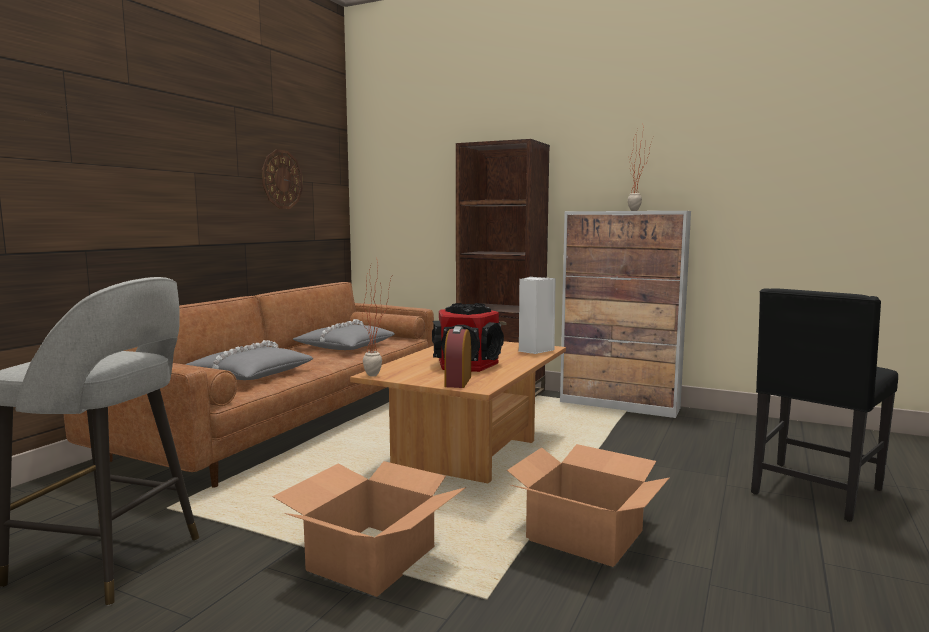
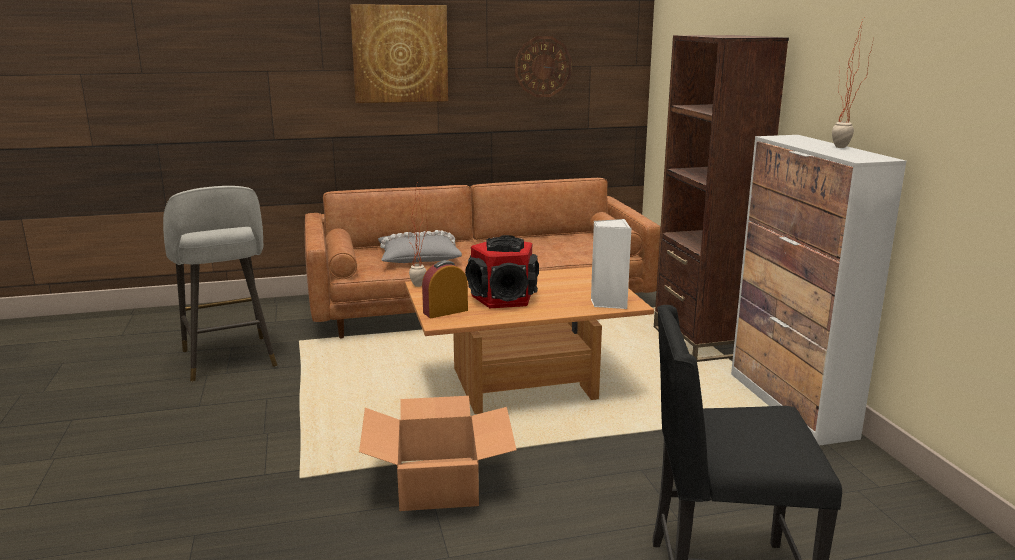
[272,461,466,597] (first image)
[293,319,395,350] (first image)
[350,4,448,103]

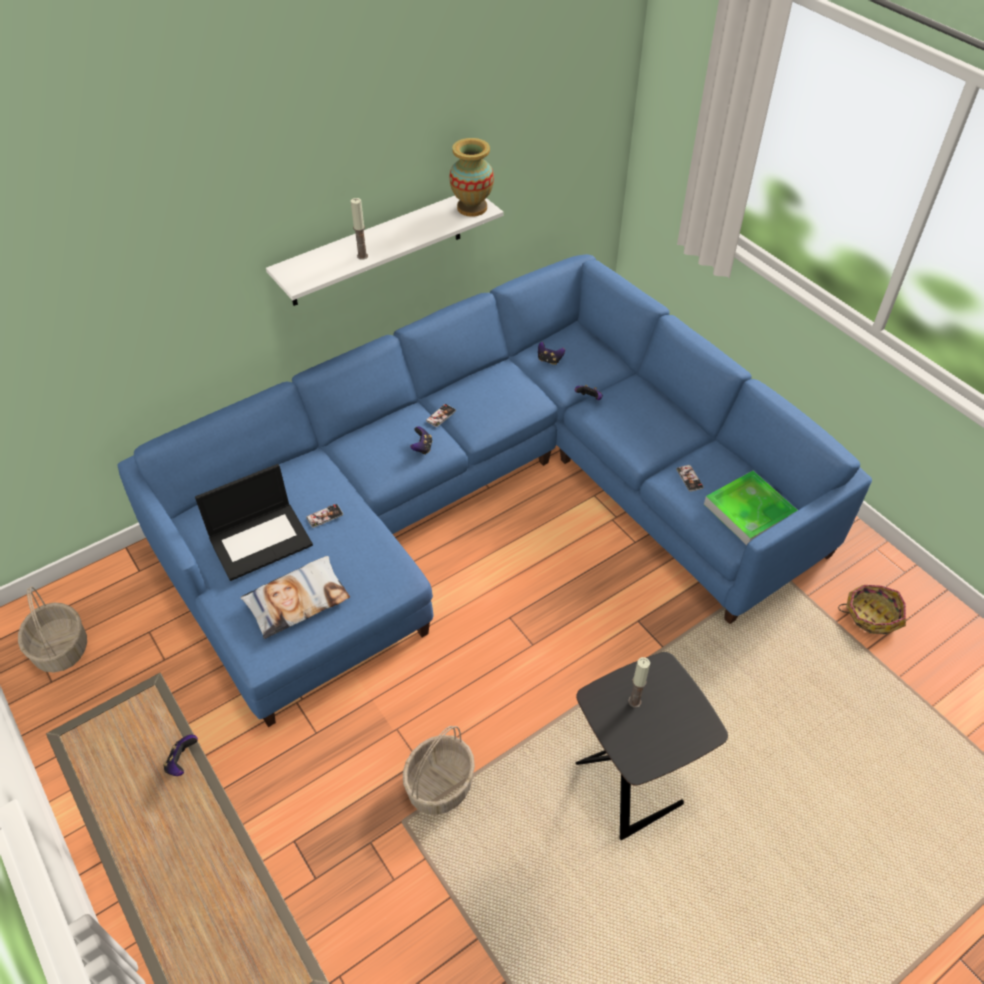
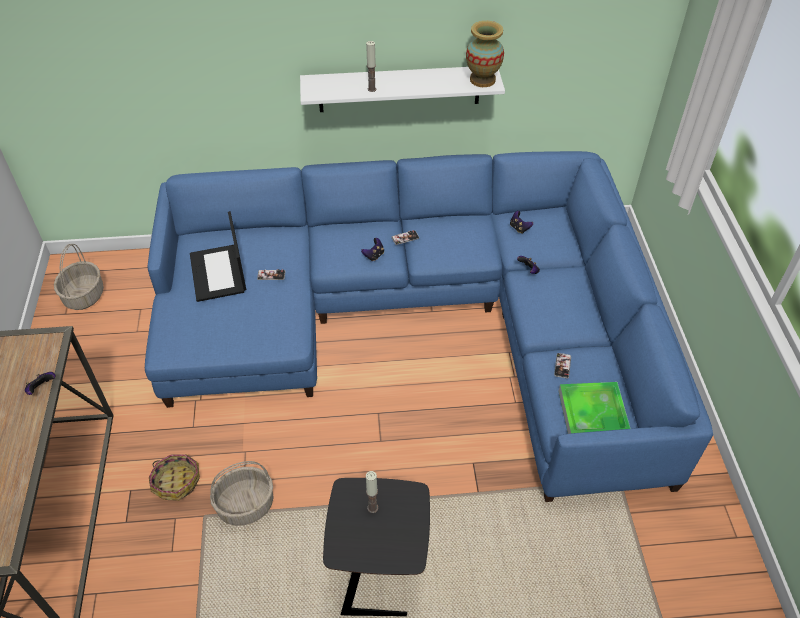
[190,211,246,302]
[240,556,350,639] (first image)
[149,454,200,501]

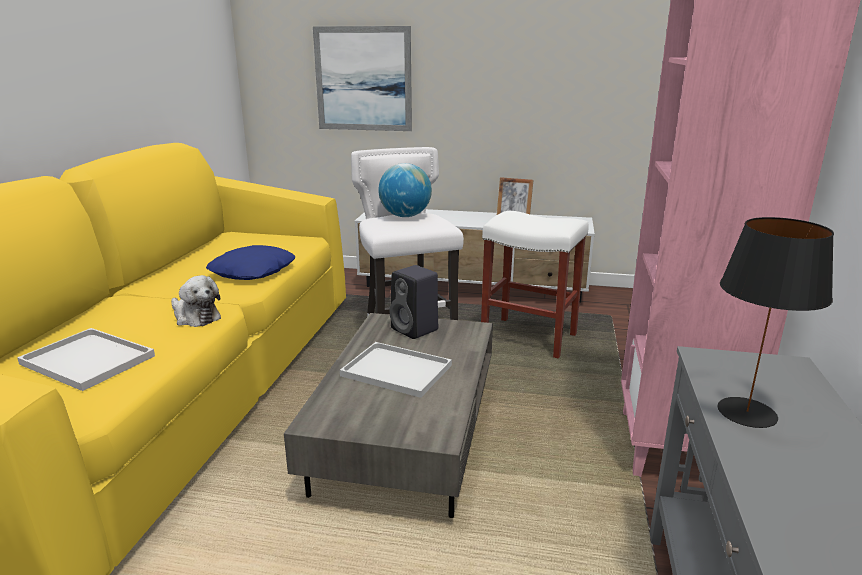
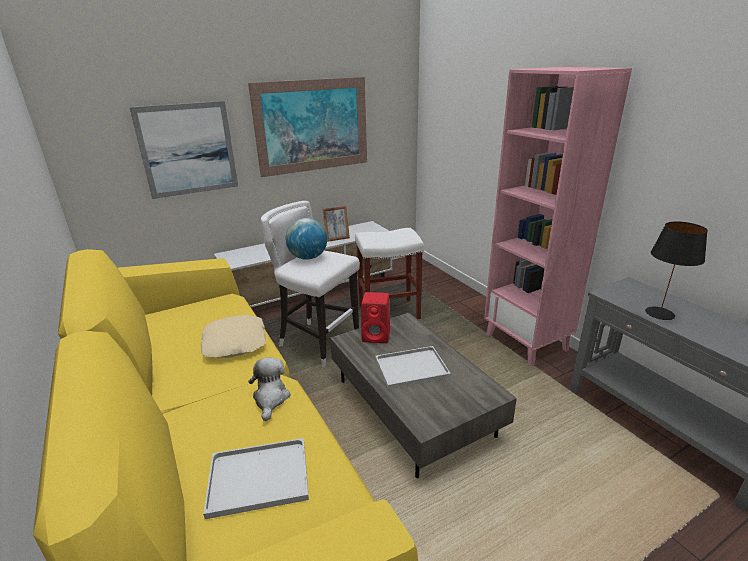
[248,357,290,421]
[201,315,266,358]
[361,292,390,343]
[248,77,367,177]

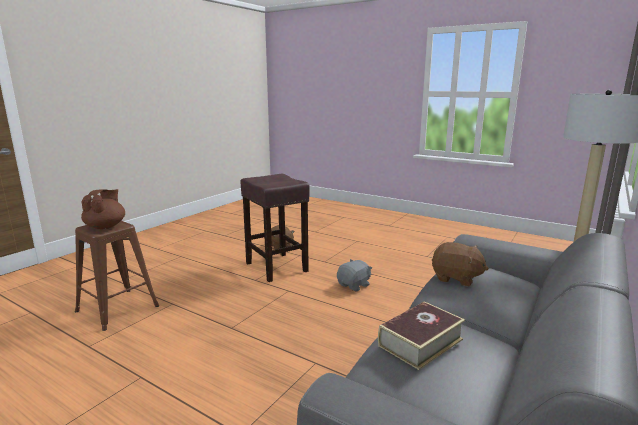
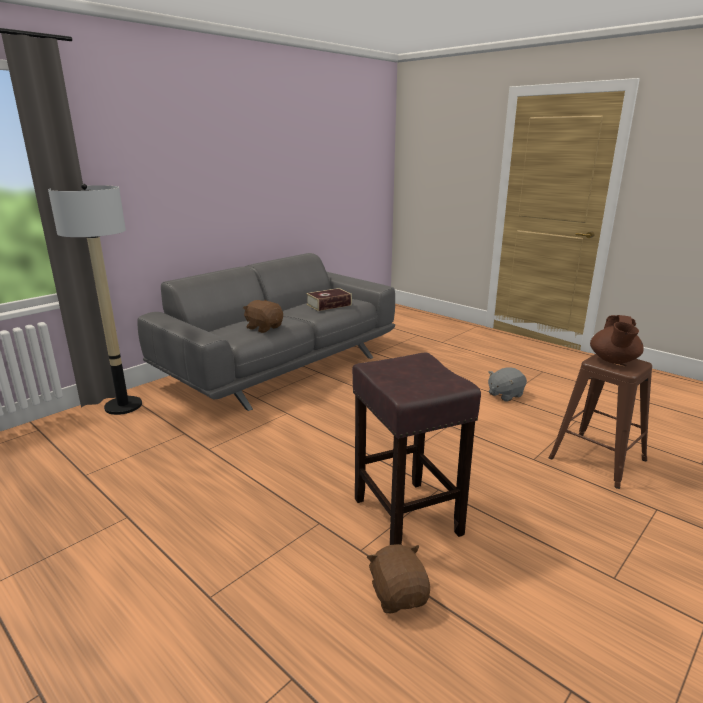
[488,367,527,402]

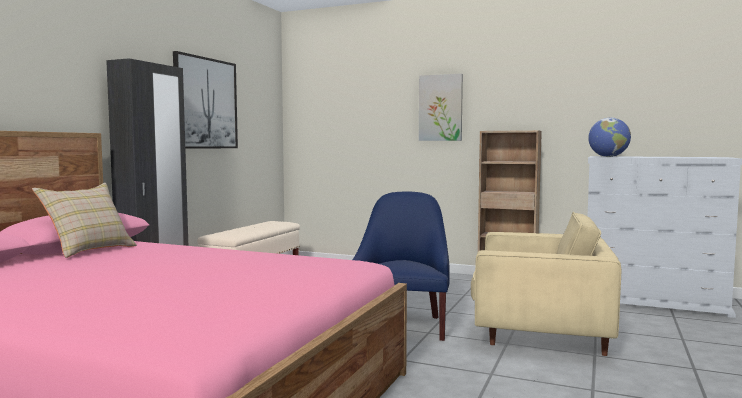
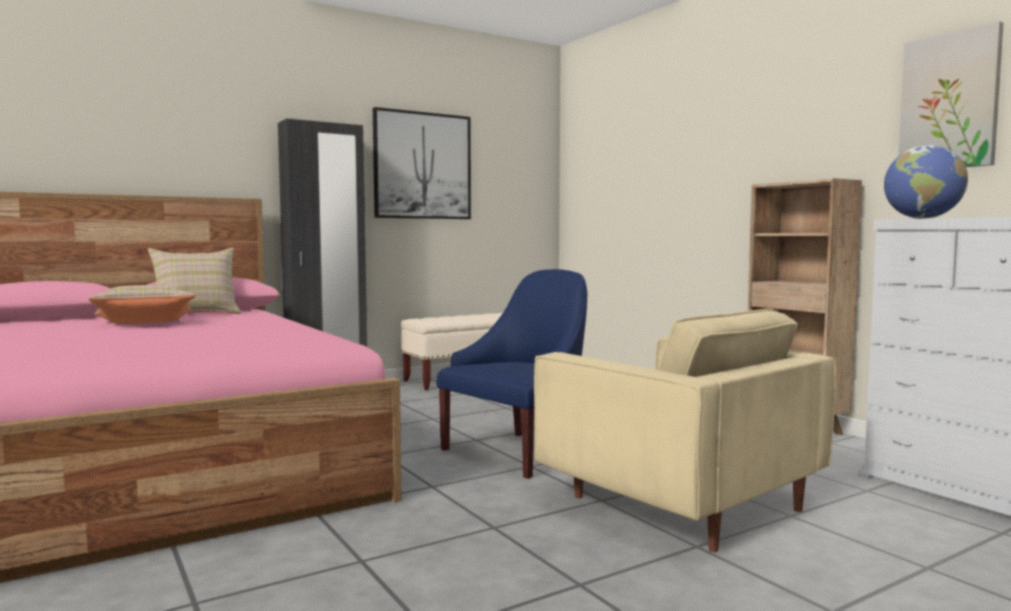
[899,21,1003,167]
[88,285,196,324]

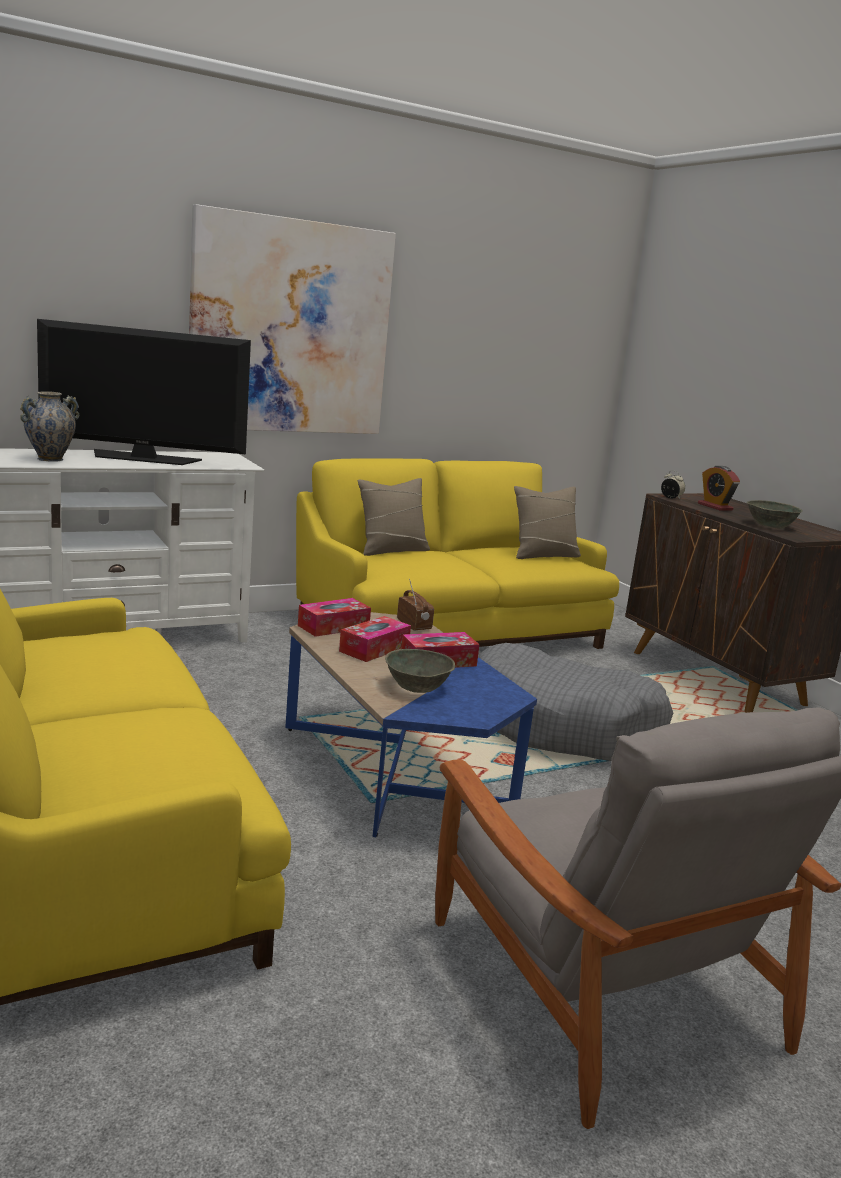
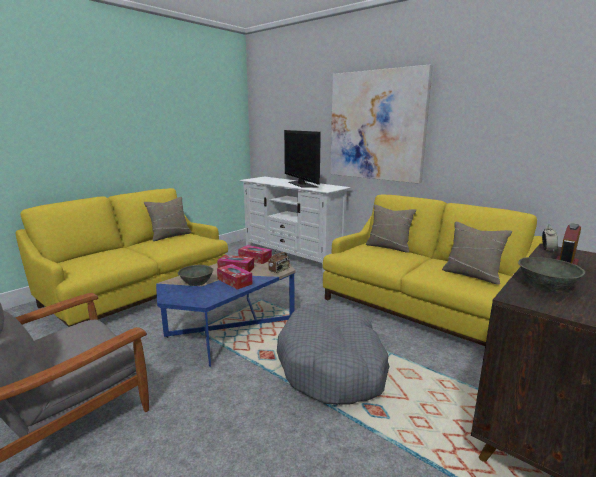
[20,391,79,462] (first image)
[144,197,192,241]

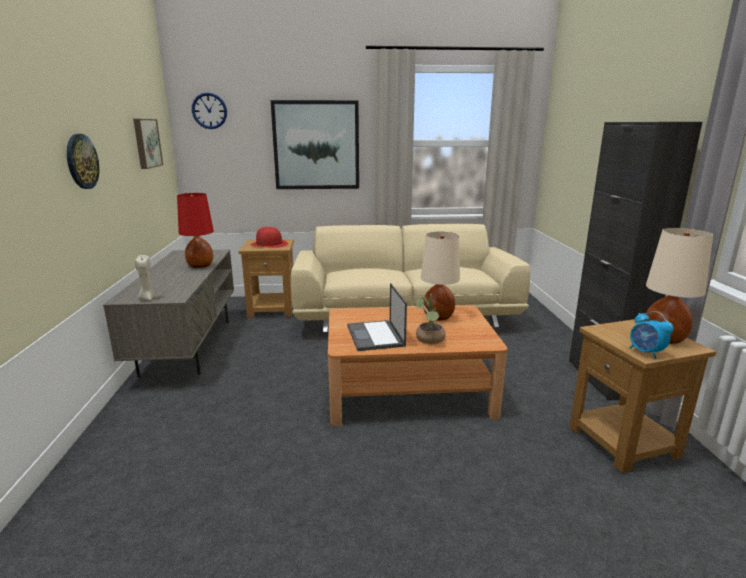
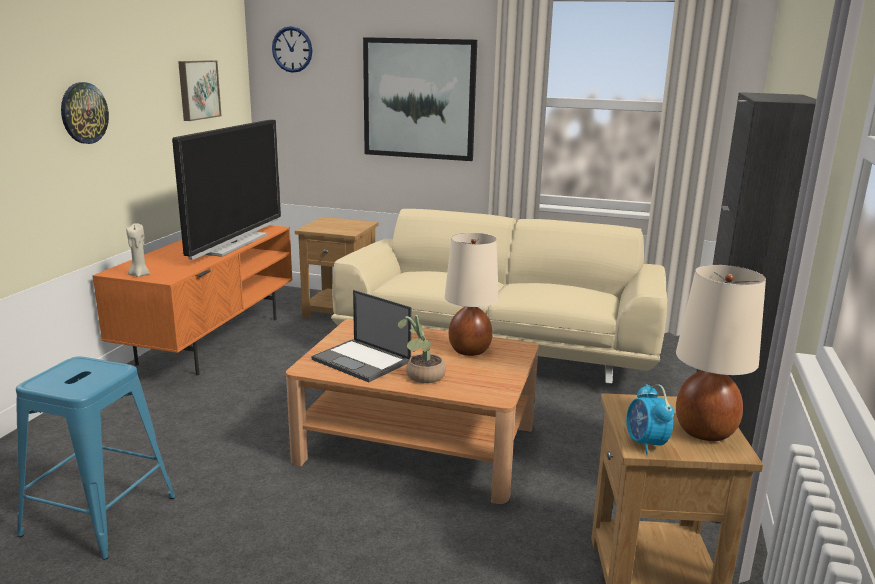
[92,225,292,375]
[172,120,281,260]
[251,227,288,248] (first image)
[312,290,412,382]
[16,356,175,560]

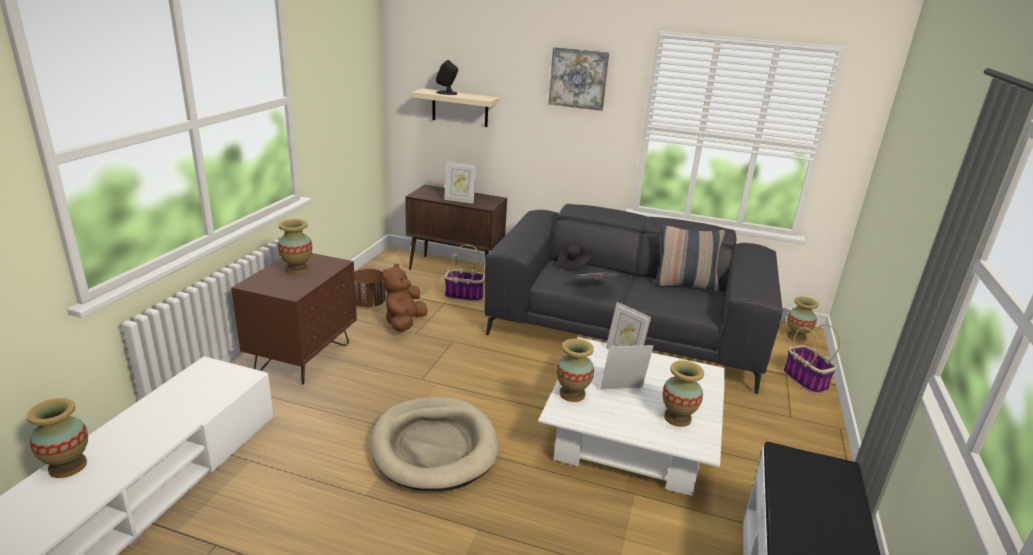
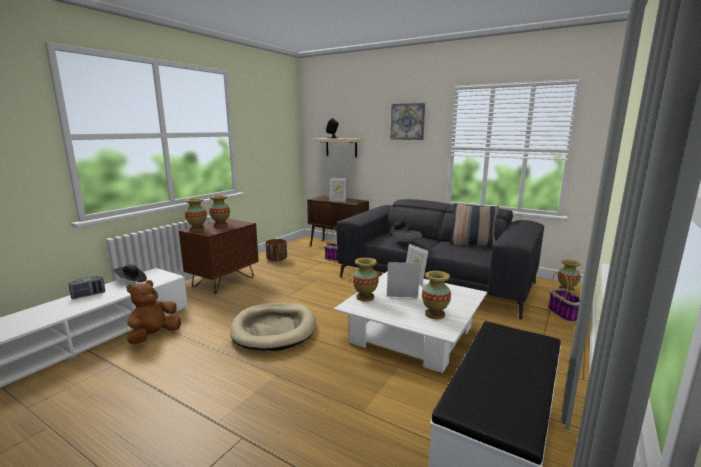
[185,198,207,231]
[127,280,181,344]
[68,276,105,299]
[114,264,147,282]

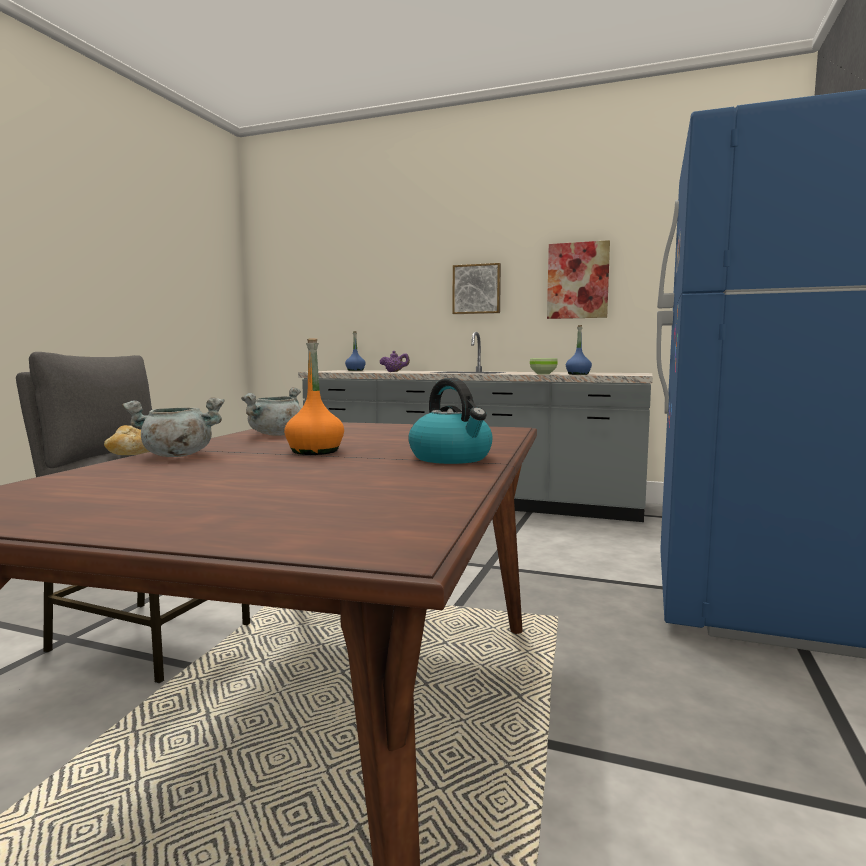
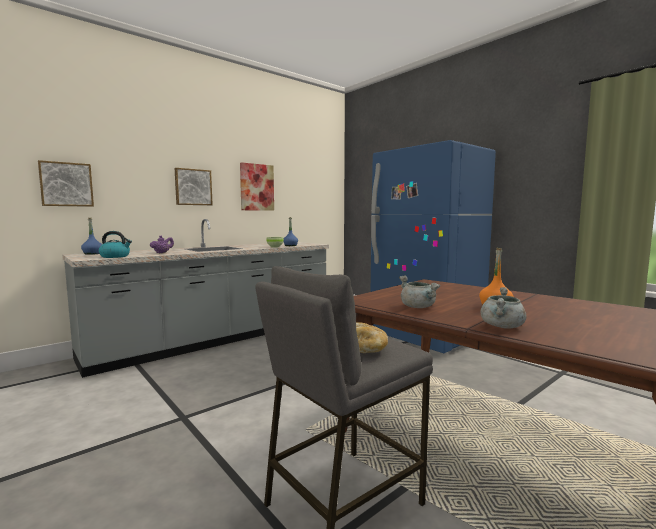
[99,231,132,258]
[38,160,94,207]

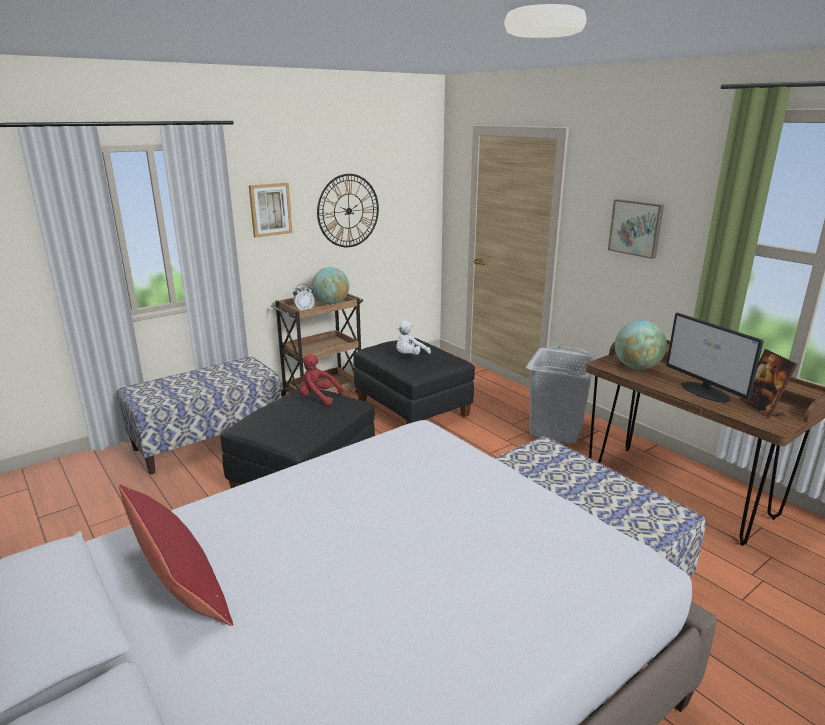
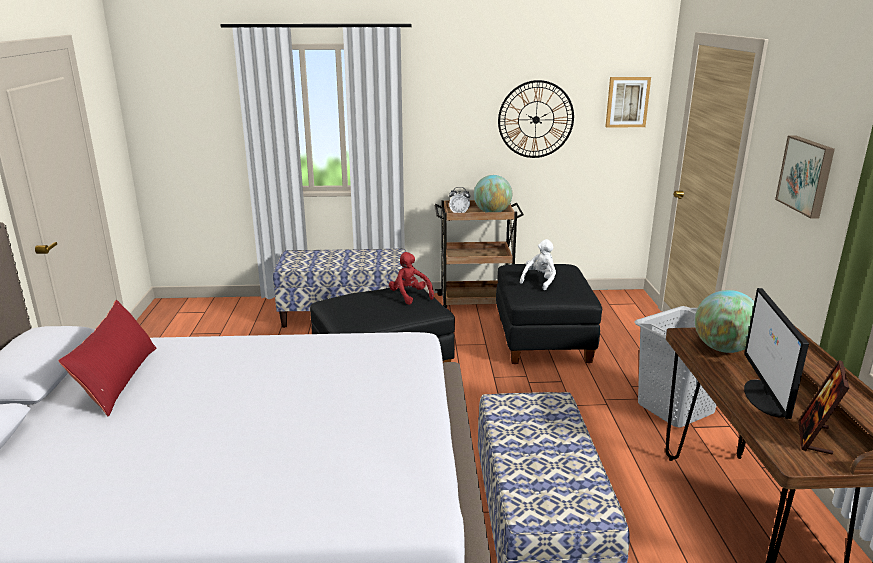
[605,77,651,128]
[520,239,556,290]

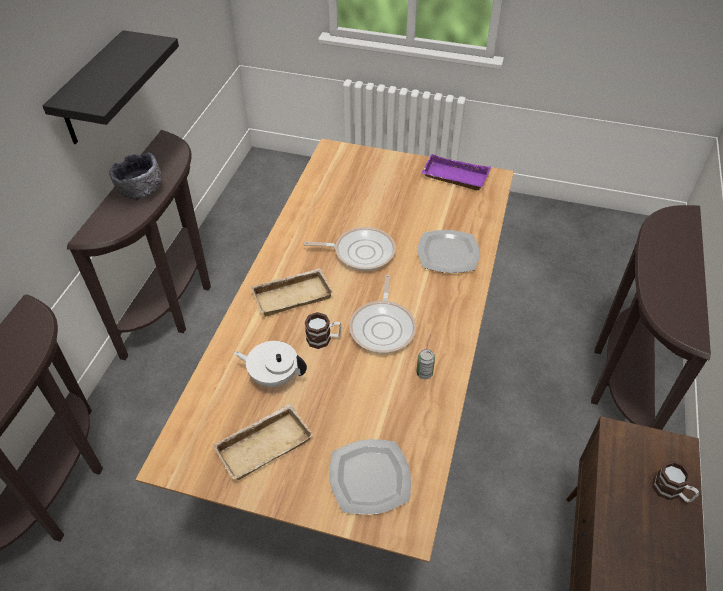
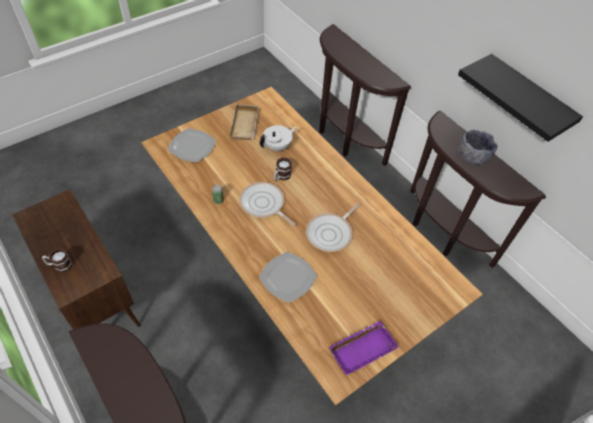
[251,268,333,316] (first image)

